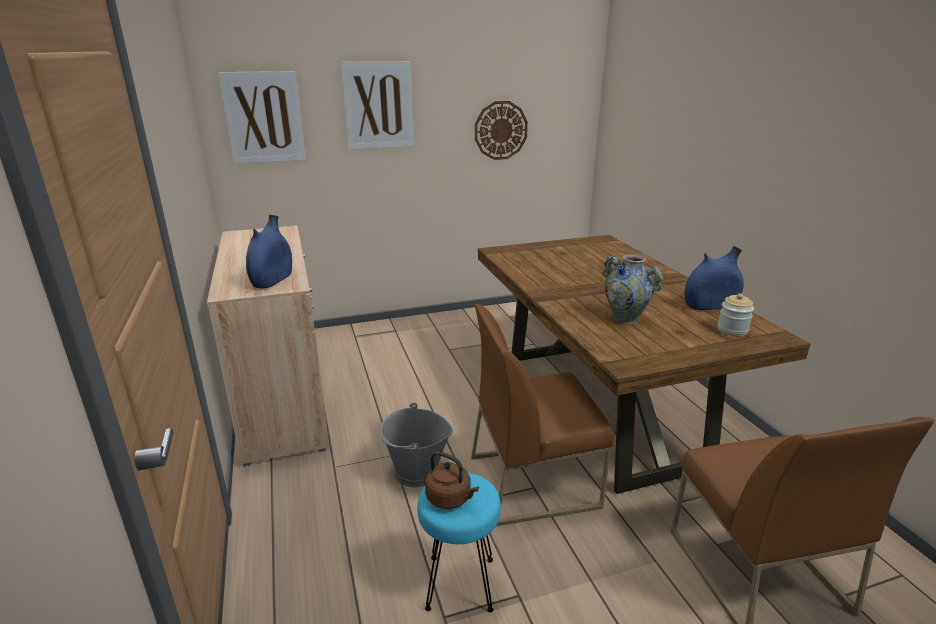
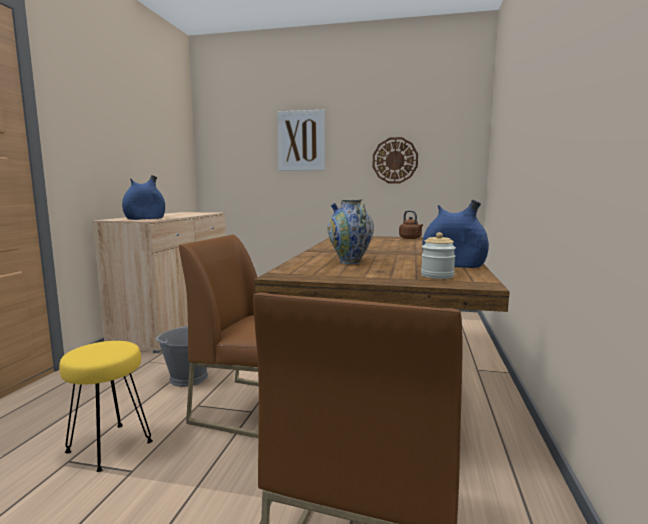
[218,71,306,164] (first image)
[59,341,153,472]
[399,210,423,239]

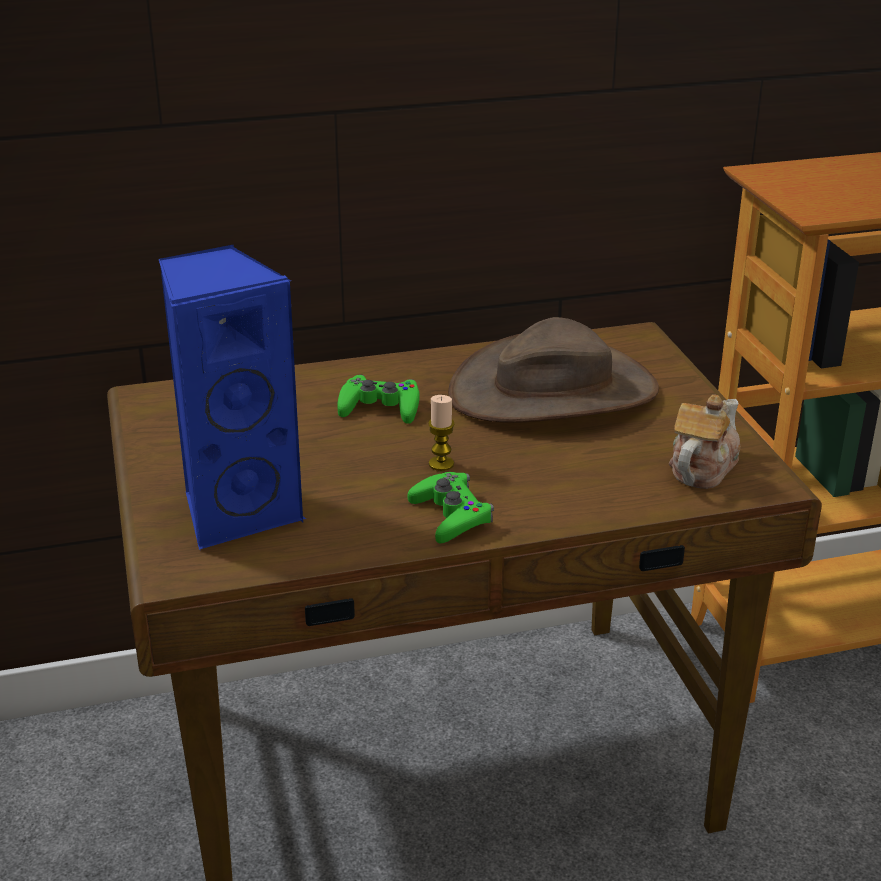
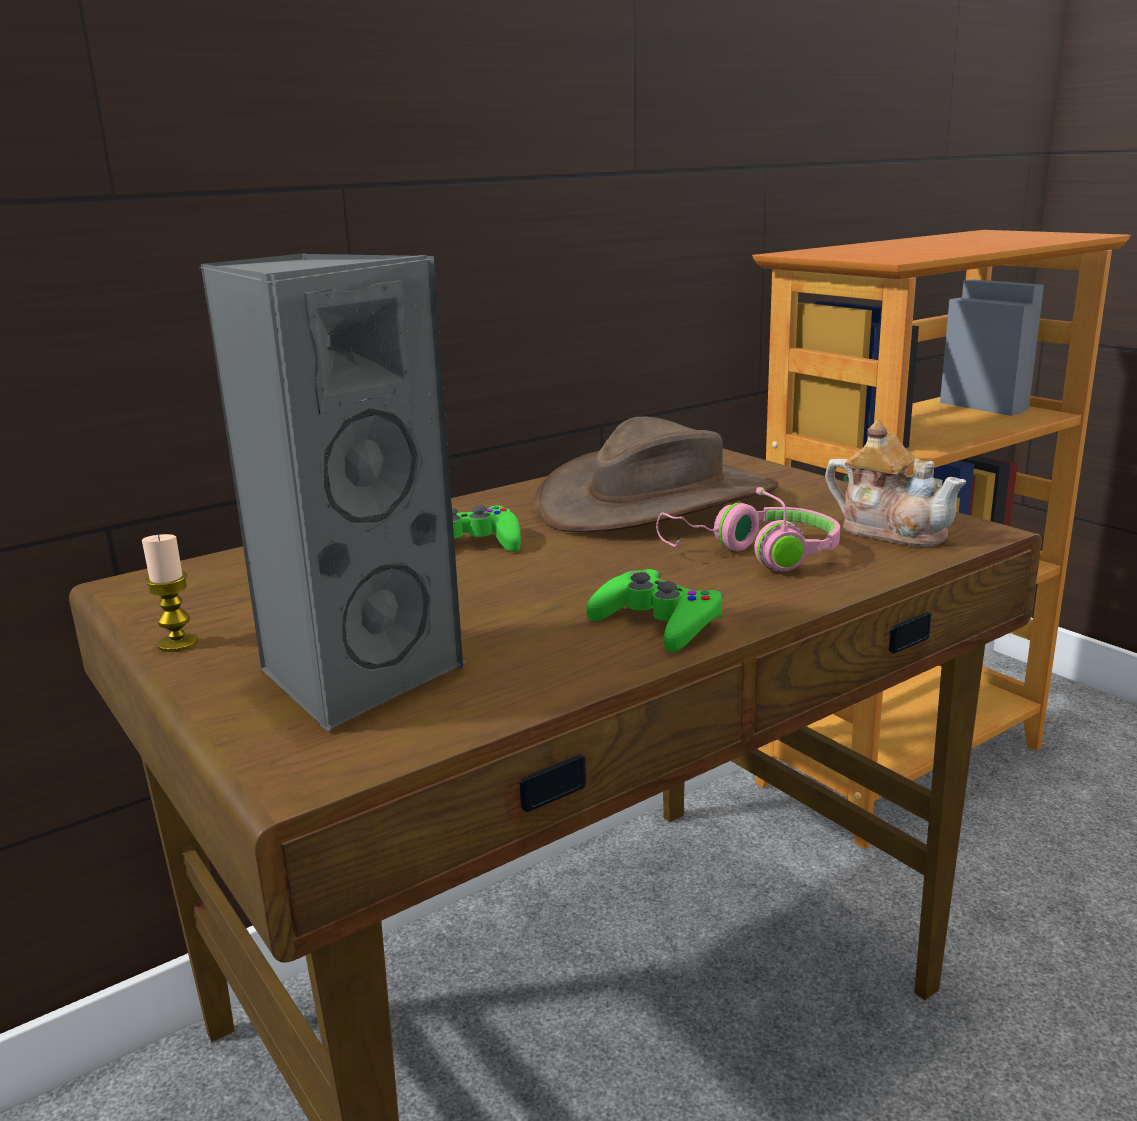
[200,253,465,732]
[142,534,198,652]
[825,419,966,547]
[656,487,840,572]

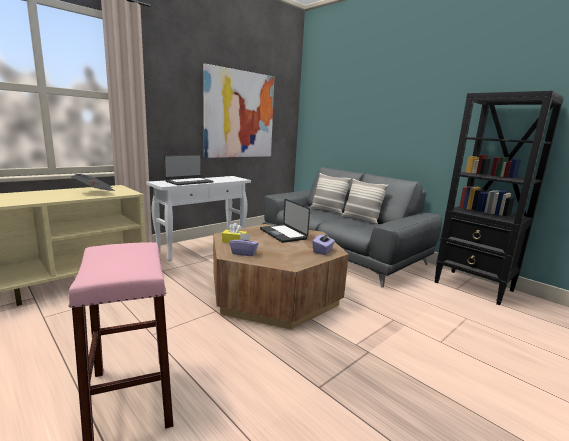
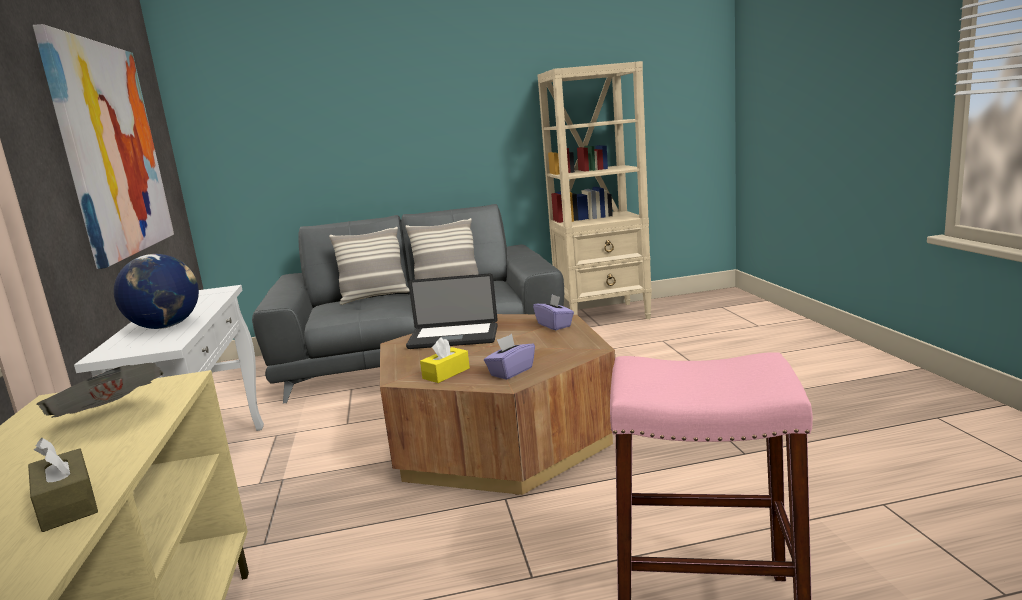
[114,254,199,329]
[537,61,652,319]
[28,438,98,532]

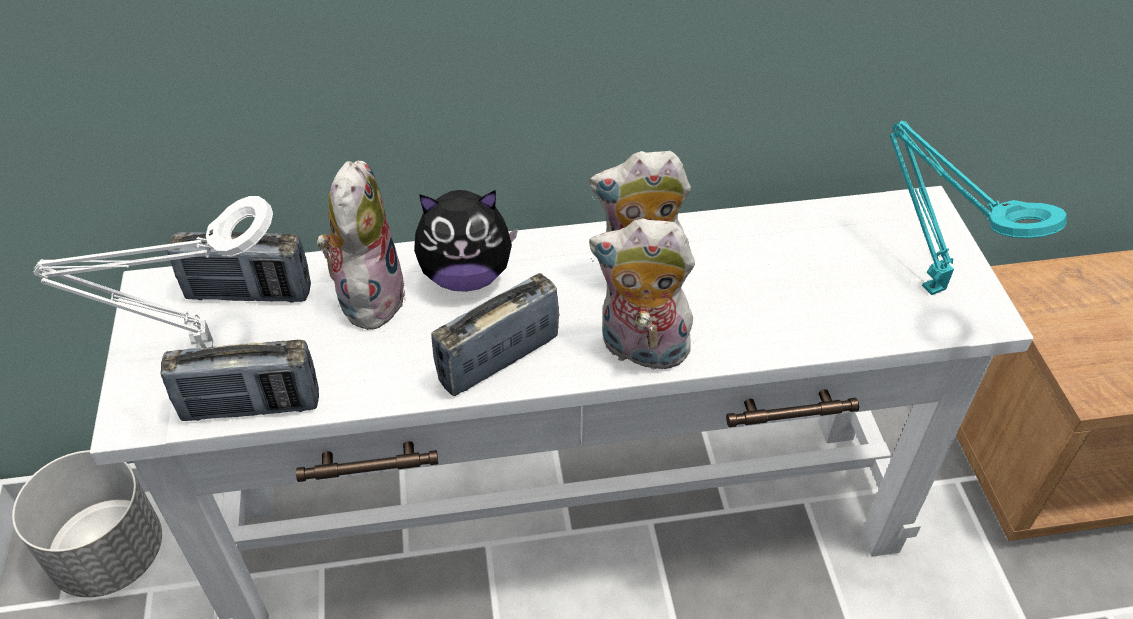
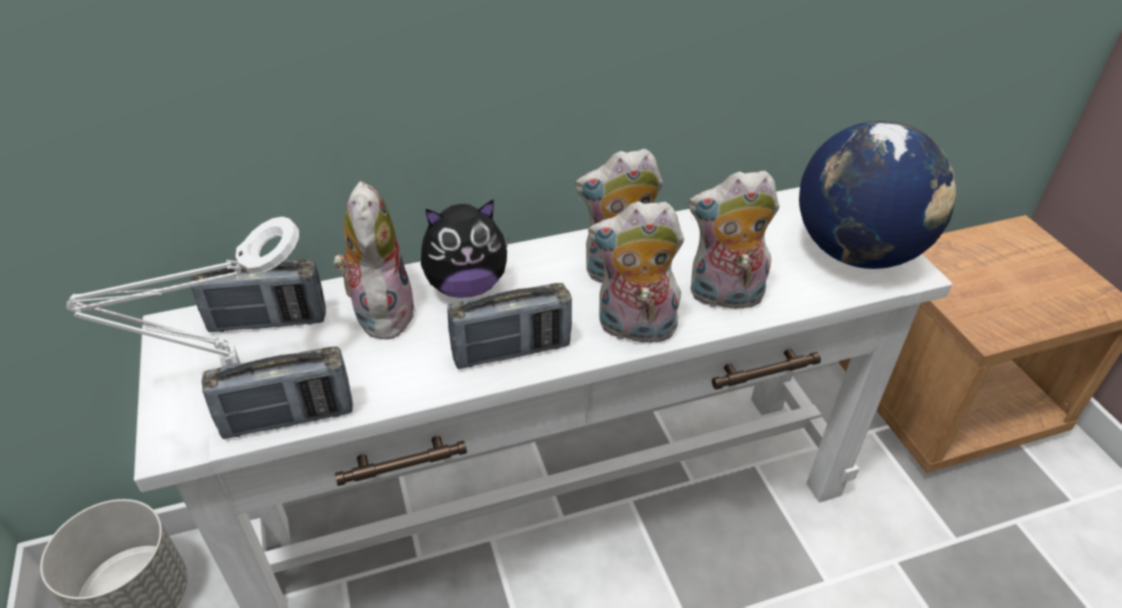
[447,283,572,369]
[799,121,956,269]
[688,170,780,314]

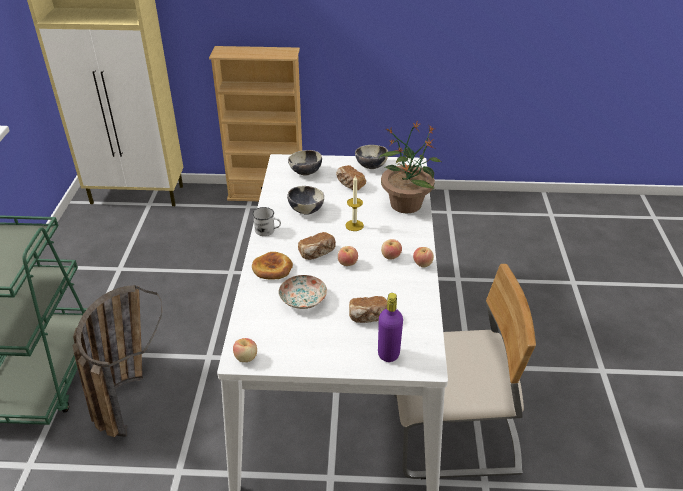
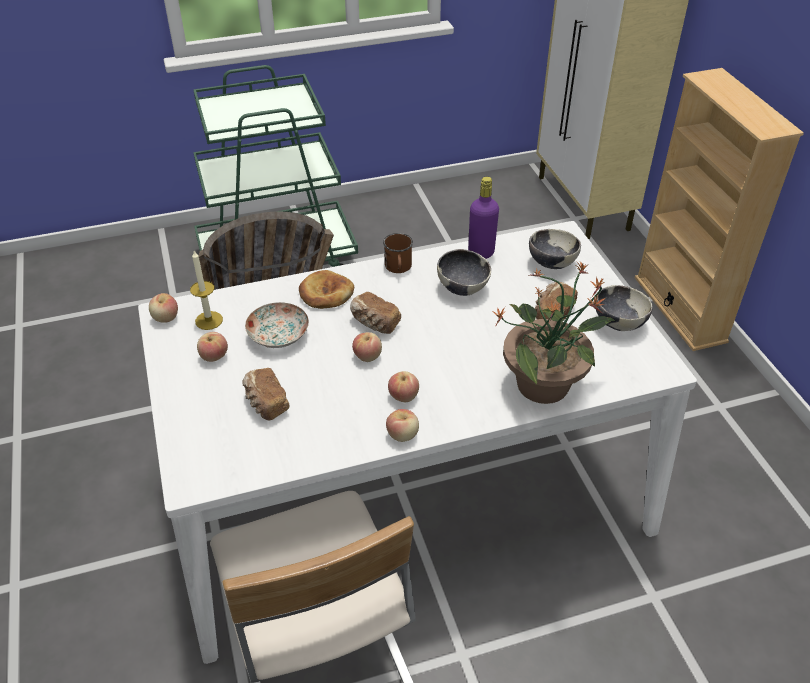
[383,233,413,273]
[190,251,223,330]
[468,177,499,259]
[197,332,228,362]

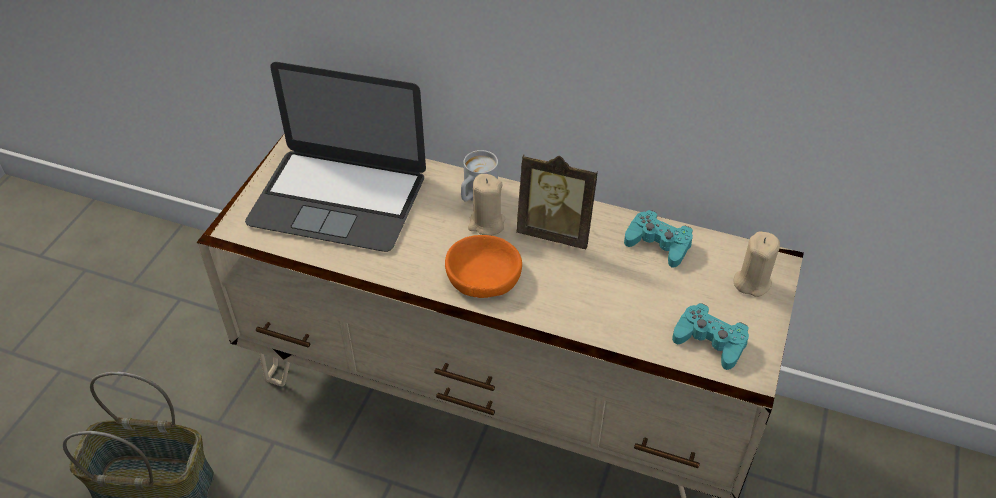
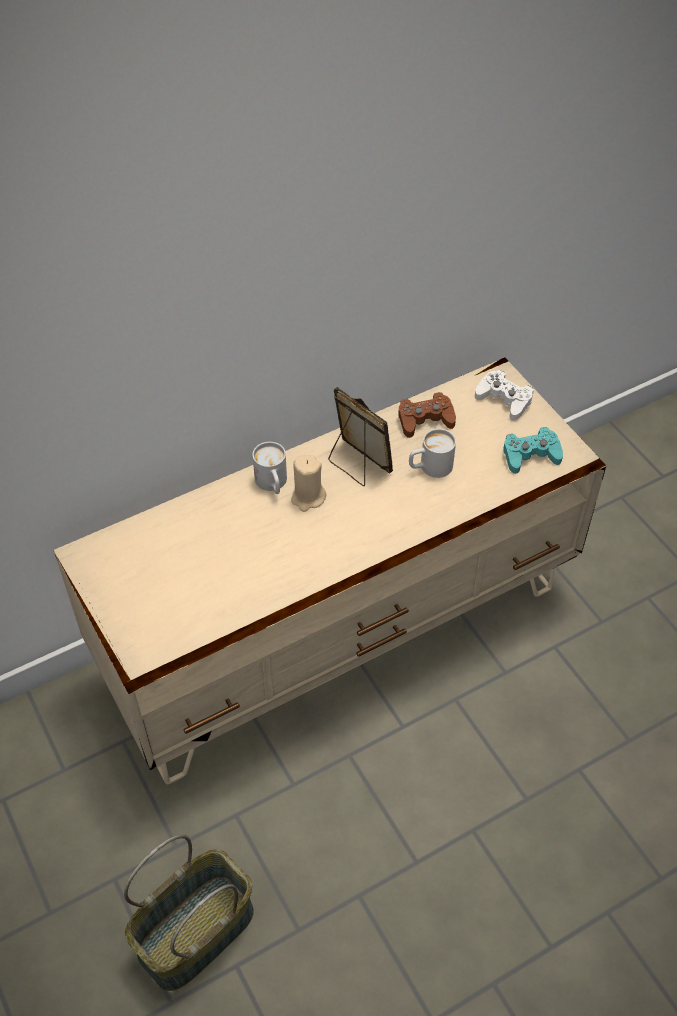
[245,62,426,252] (first image)
[445,235,522,298] (first image)
[328,387,393,486]
[398,392,456,438]
[475,370,534,421]
[409,429,456,478]

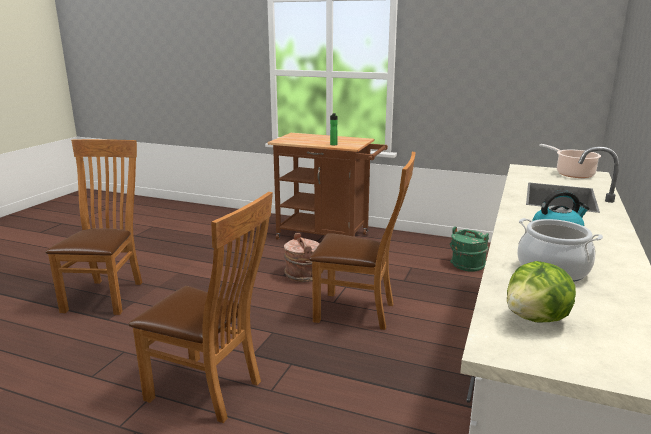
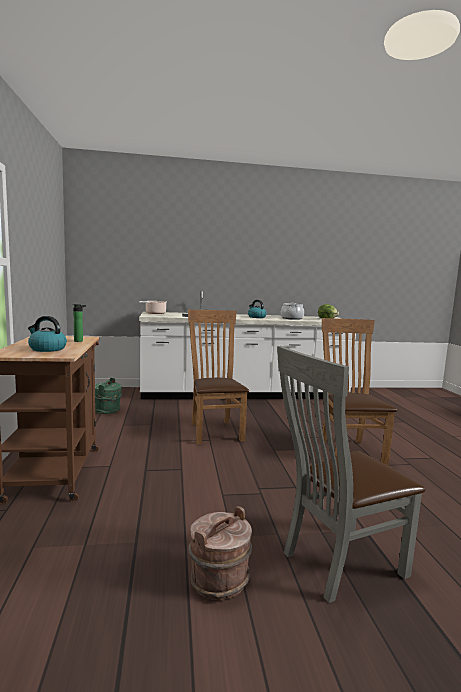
[277,346,426,603]
[188,506,252,600]
[28,316,67,352]

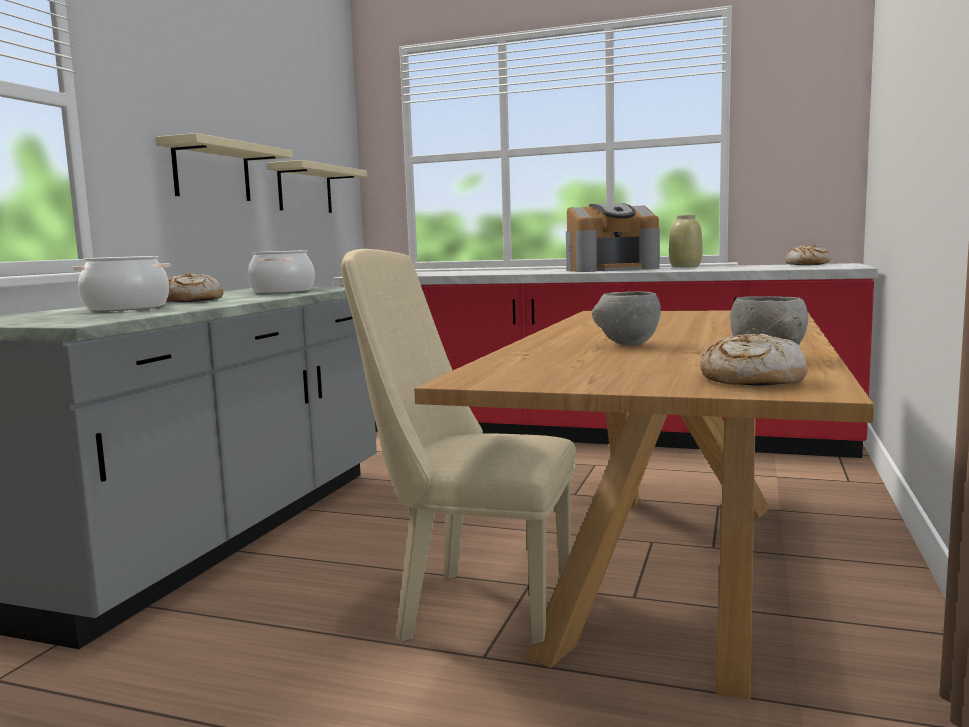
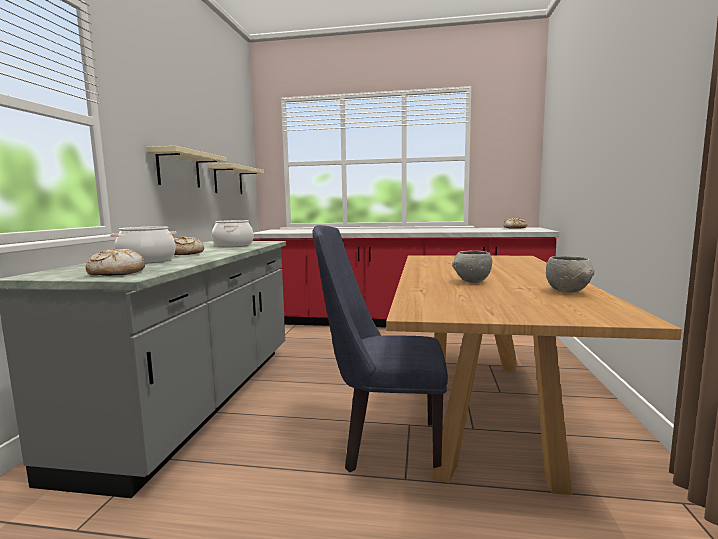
[312,225,448,472]
[566,203,660,272] (first image)
[669,215,702,267] (first image)
[86,249,145,276]

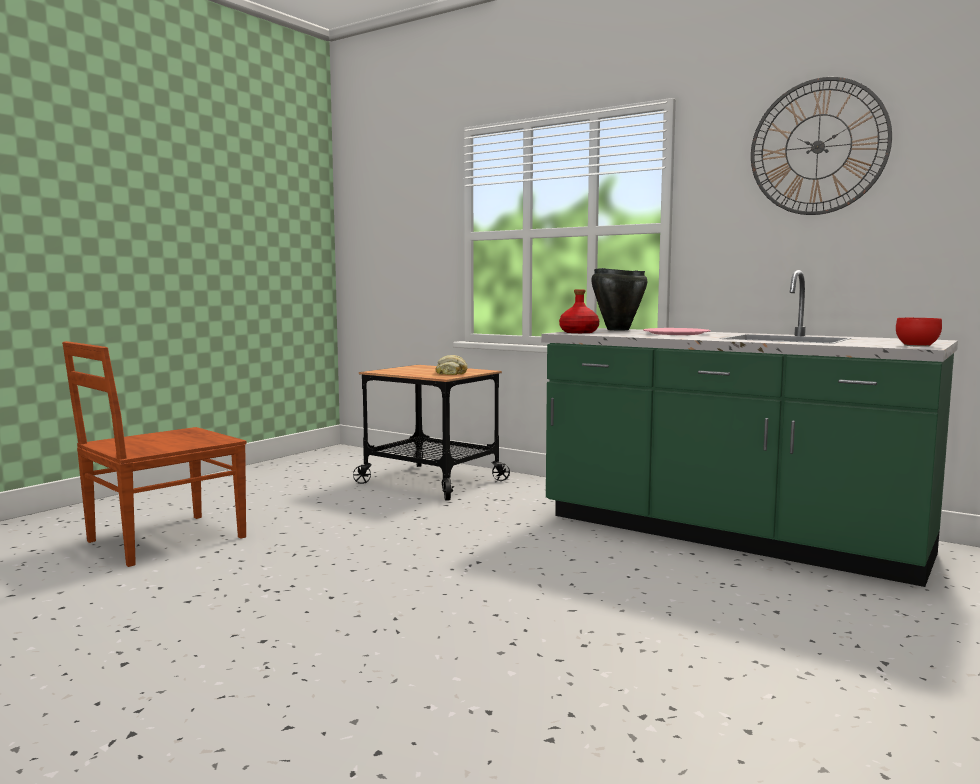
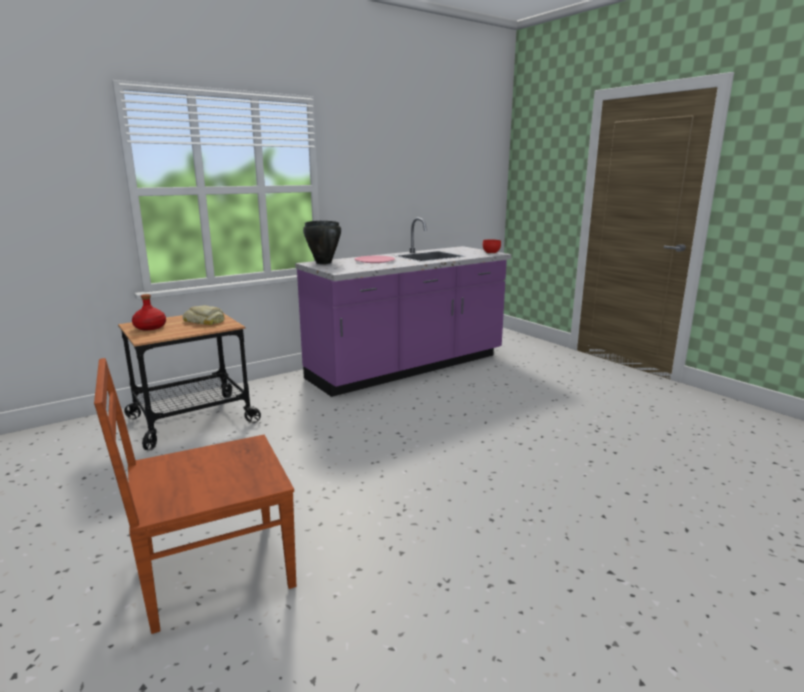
[94,358,296,634]
[295,218,511,397]
[132,294,166,330]
[751,77,892,215] (first image)

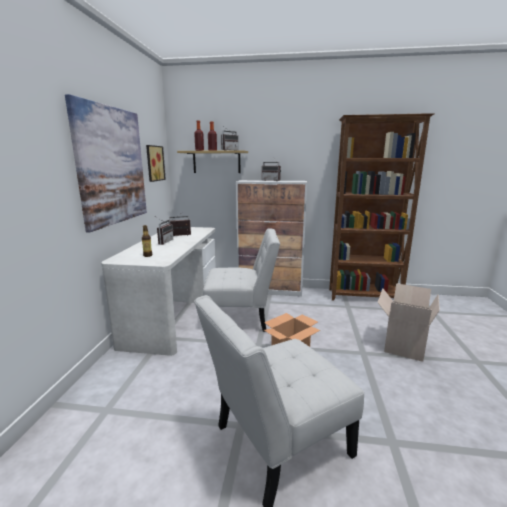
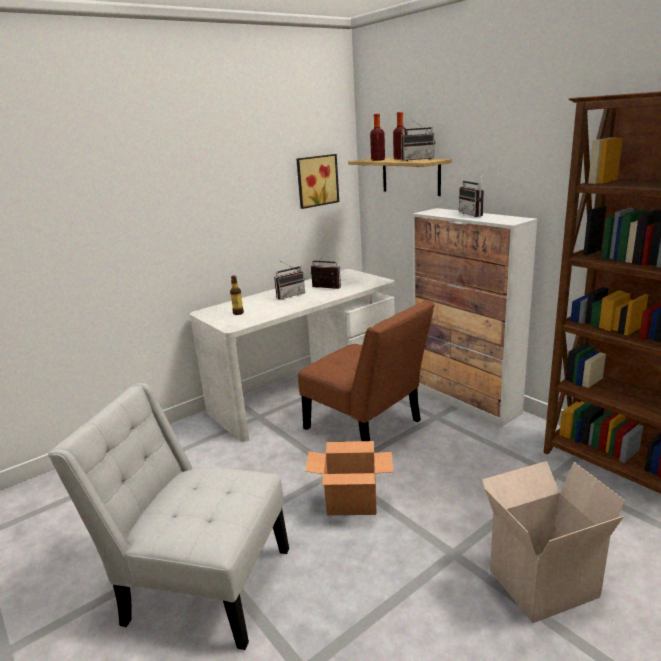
[65,94,147,232] (first image)
[298,300,435,441]

